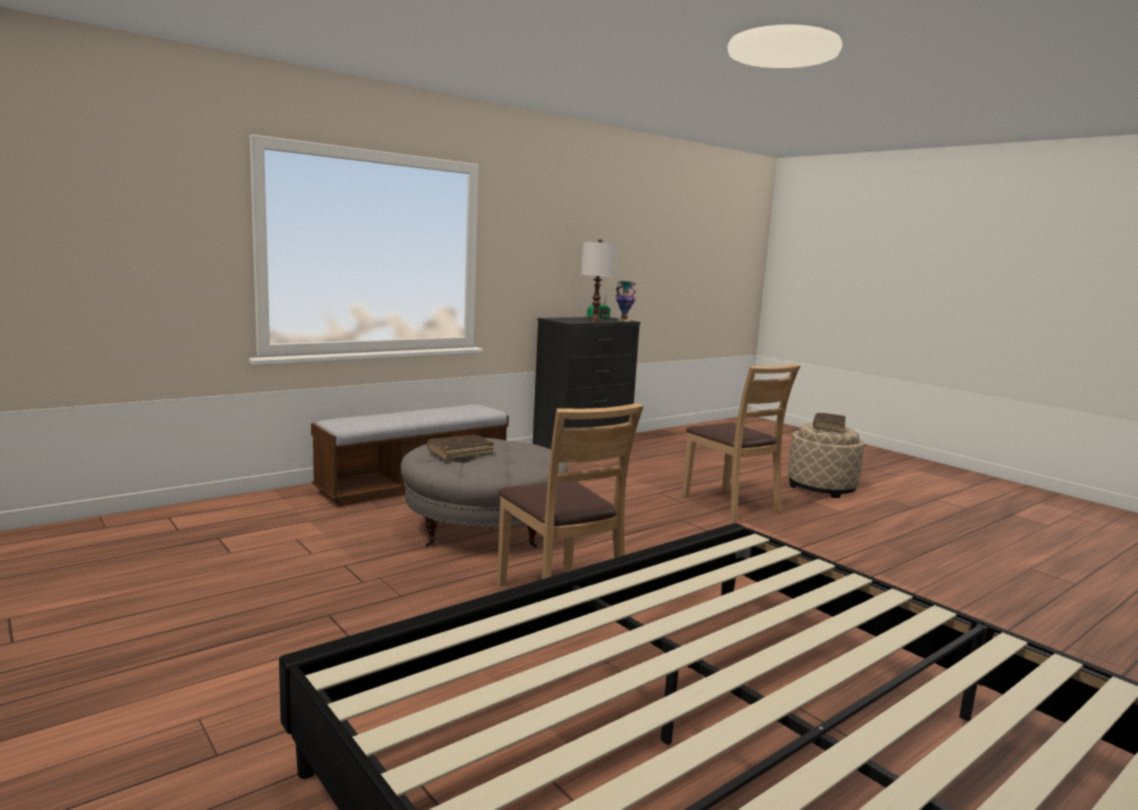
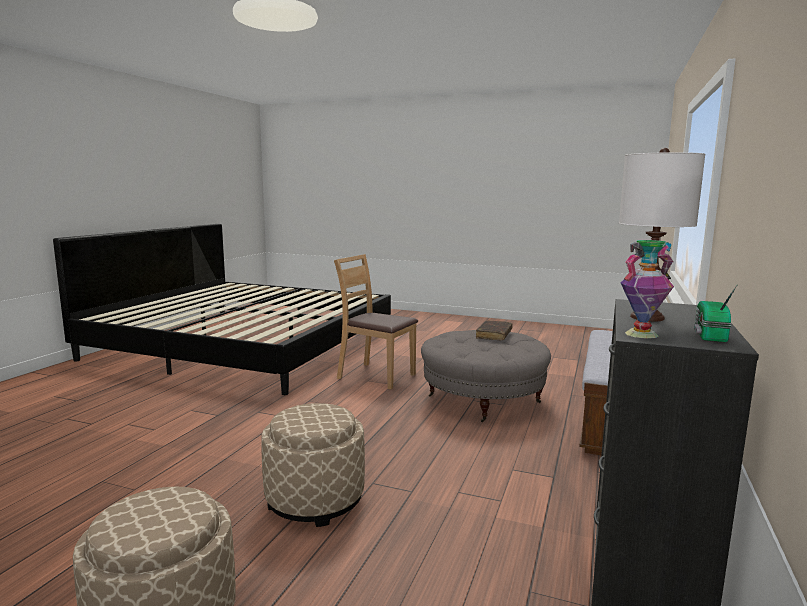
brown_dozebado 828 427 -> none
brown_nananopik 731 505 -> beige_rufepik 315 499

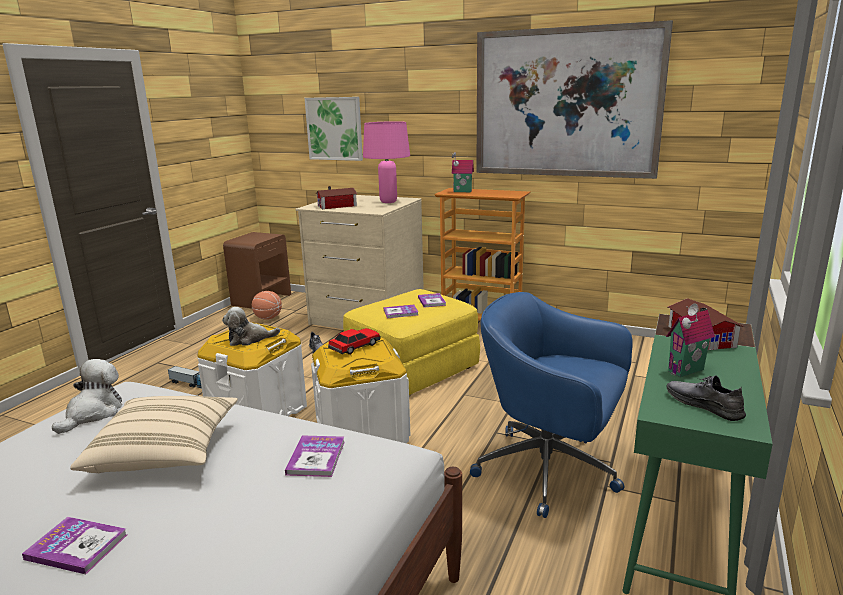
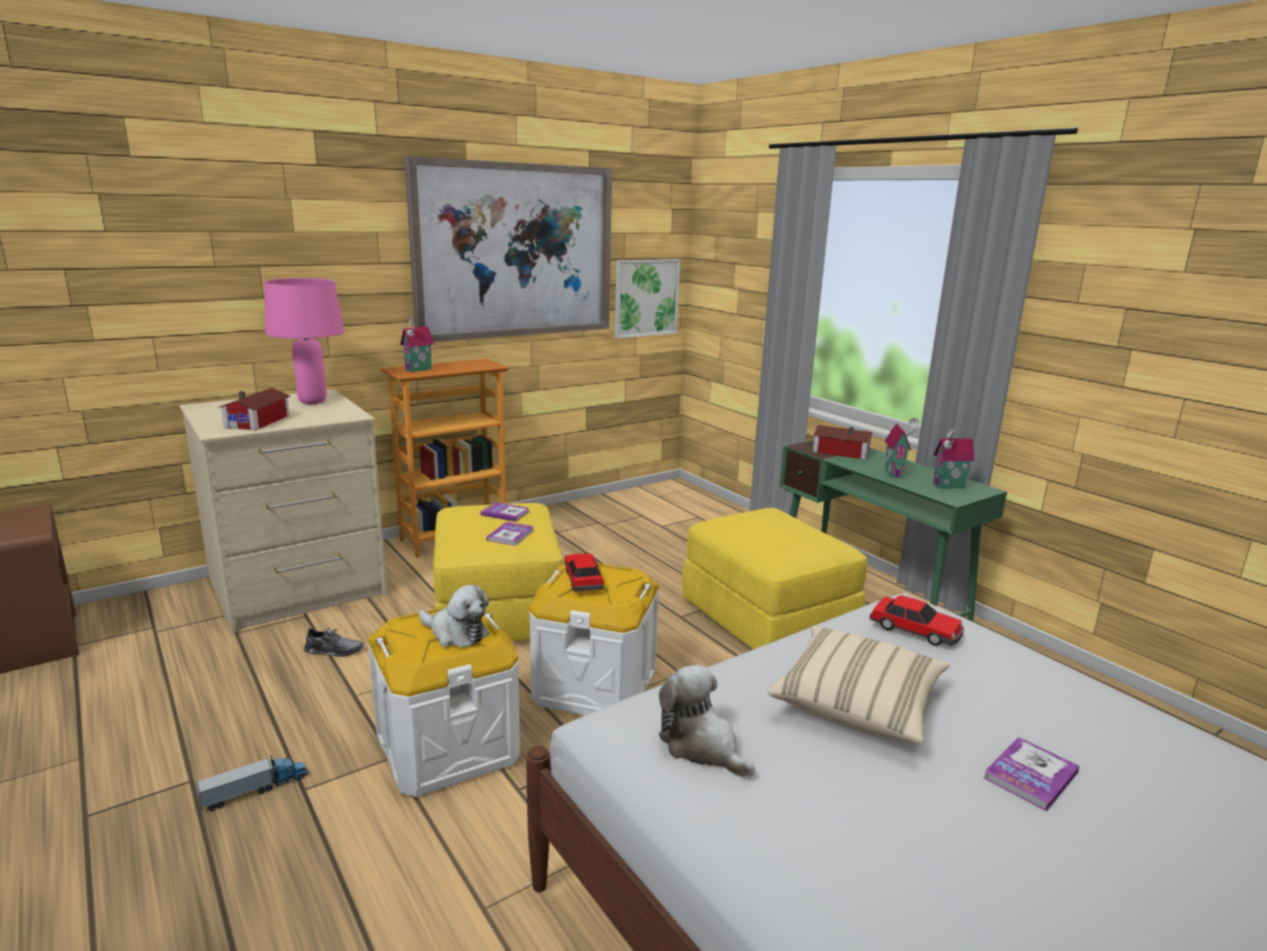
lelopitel 268 318 -> none
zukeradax 334 128 -> zukeradax 646 298, moved
dozebado 316 457 -> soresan 915 630
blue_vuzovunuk 550 471 -> yellow_rufepik 766 618
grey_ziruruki 704 405 -> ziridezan 949 487
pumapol 249 339 -> pumapol 456 633, 75 degrees counterclockwise

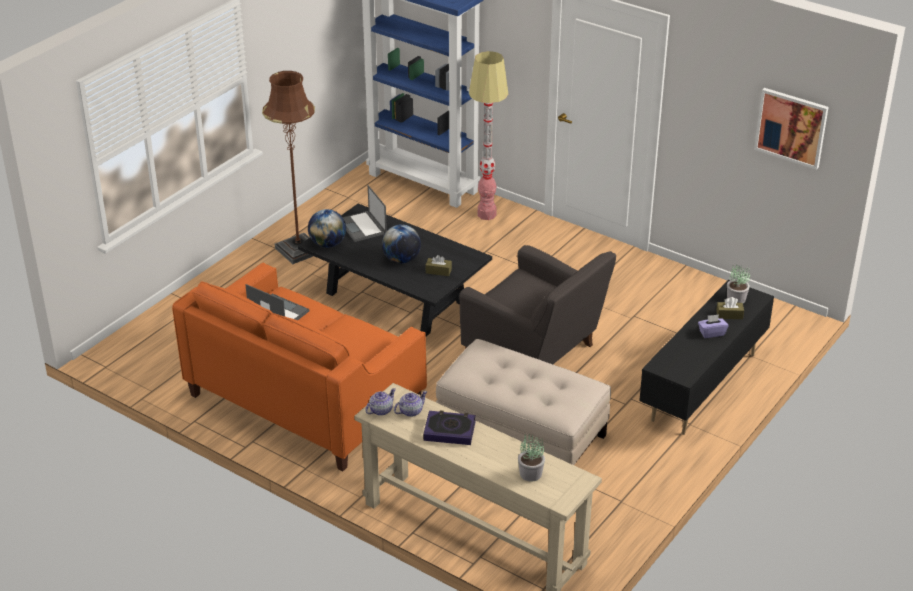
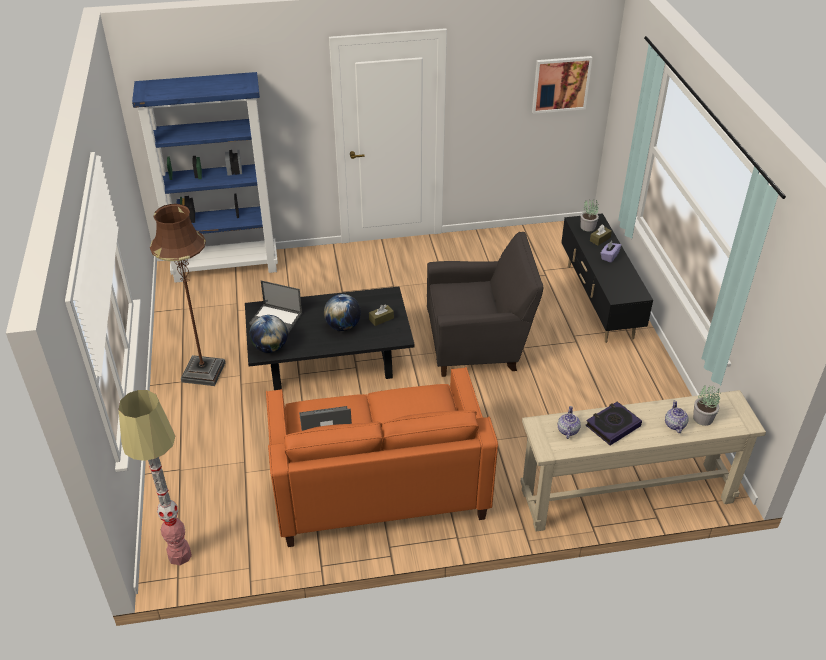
beige_rufepik 520 434 -> none
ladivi 380 410 -> ladivi 674 425, moved
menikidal 486 215 -> menikidal 180 555, moved

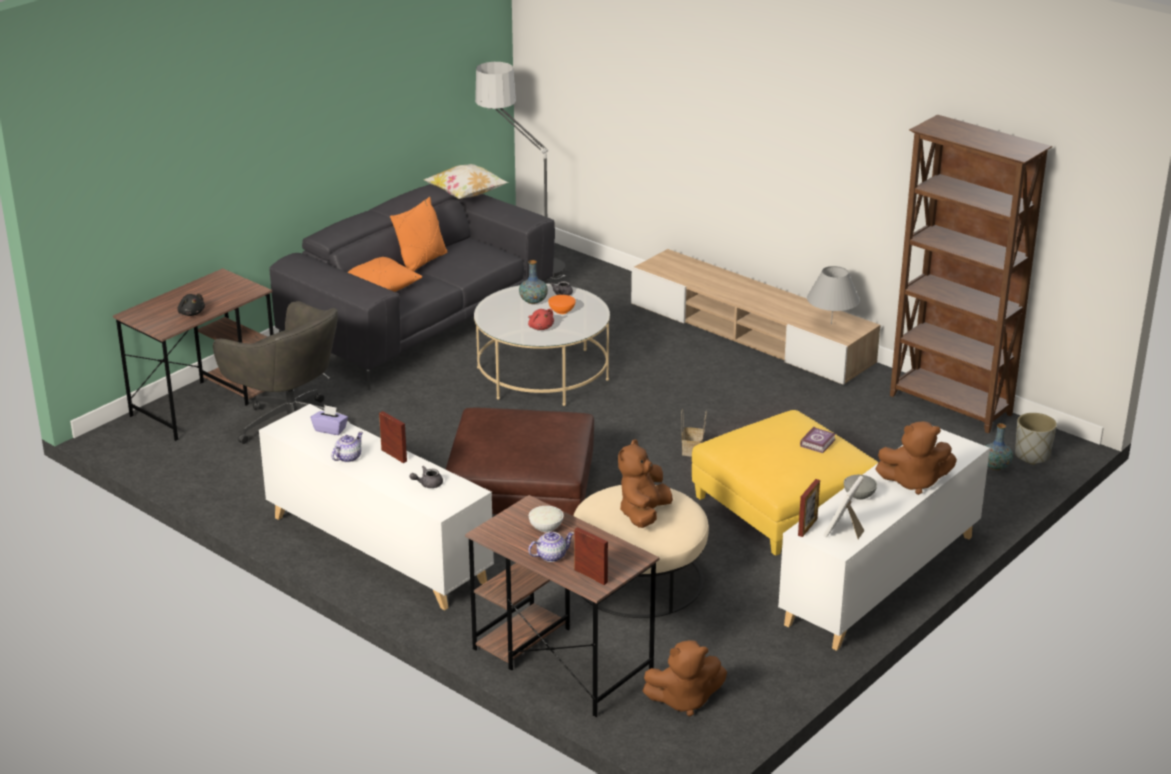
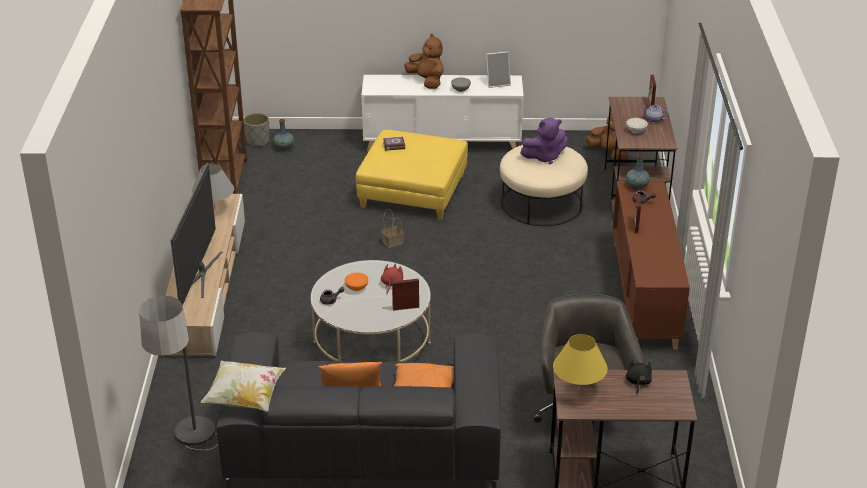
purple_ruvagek 330 429 -> none
ladivi 347 457 -> none
brown_rufepik 522 494 -> none
none -> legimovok 200 273
none -> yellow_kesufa 578 389
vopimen 533 301 -> vopimen 636 186, moved
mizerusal 807 527 -> mizerusal 405 308, moved
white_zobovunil 377 549 -> brown_zobovunil 644 294
brown_pumapol 643 514 -> purple_pumapol 544 157

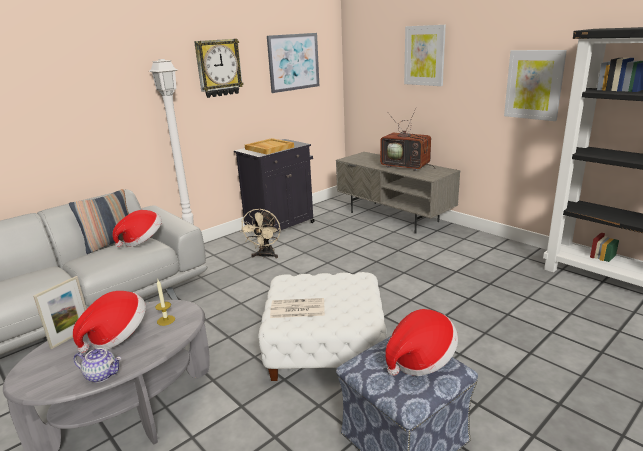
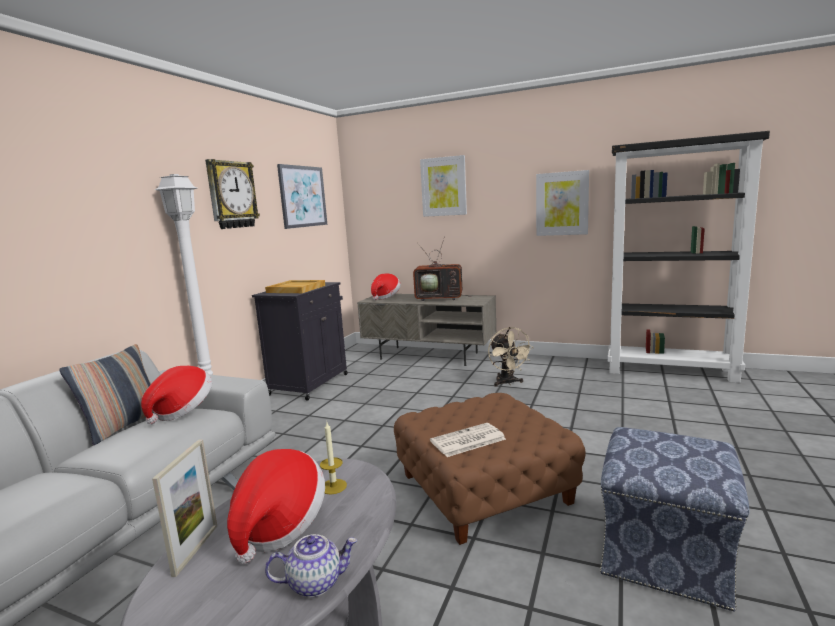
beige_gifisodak 265 256 -> beige_gifisodak 507 383, moved
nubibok 420 360 -> nubibok 385 297, moved
white_rufepik 324 347 -> brown_rufepik 484 489

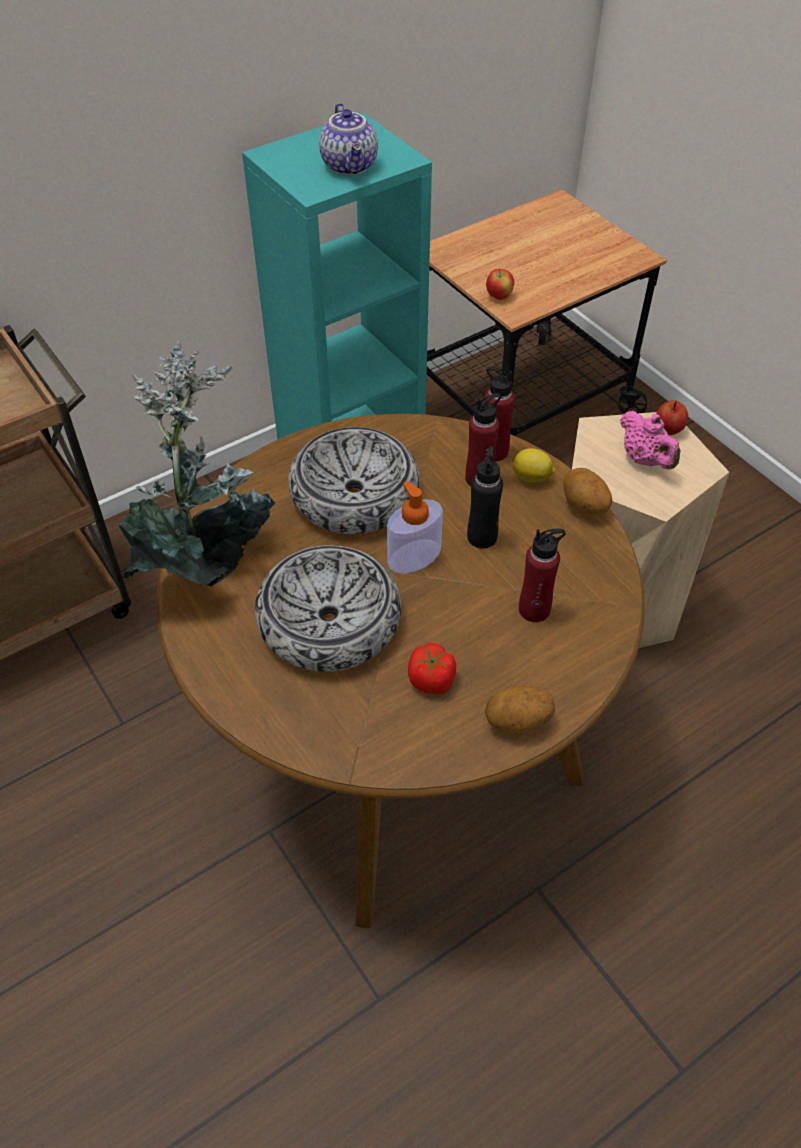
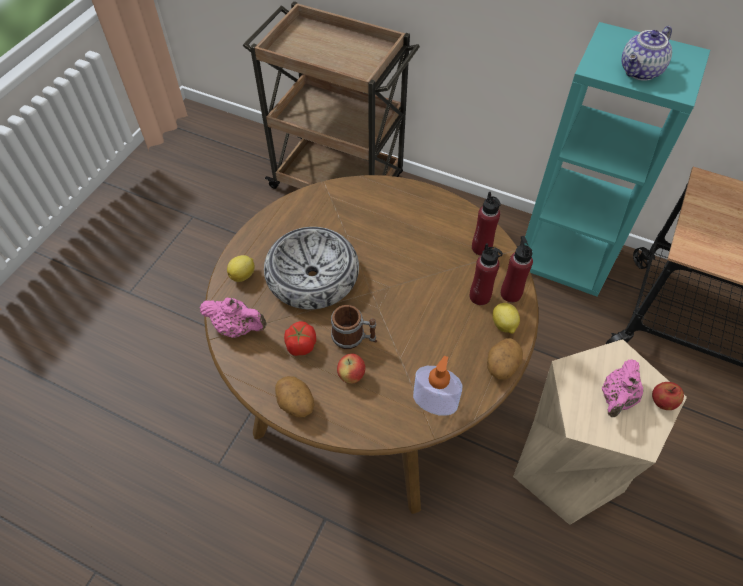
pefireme 207 562 -> none
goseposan 355 494 -> none
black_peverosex 482 537 -> none
none -> pink_ladivi 237 328
none -> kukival 243 275
none -> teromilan 354 338
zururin 414 556 -> zururin 435 401, moved
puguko 499 297 -> puguko 351 376, moved
red_peverosex 534 609 -> red_peverosex 481 248, moved

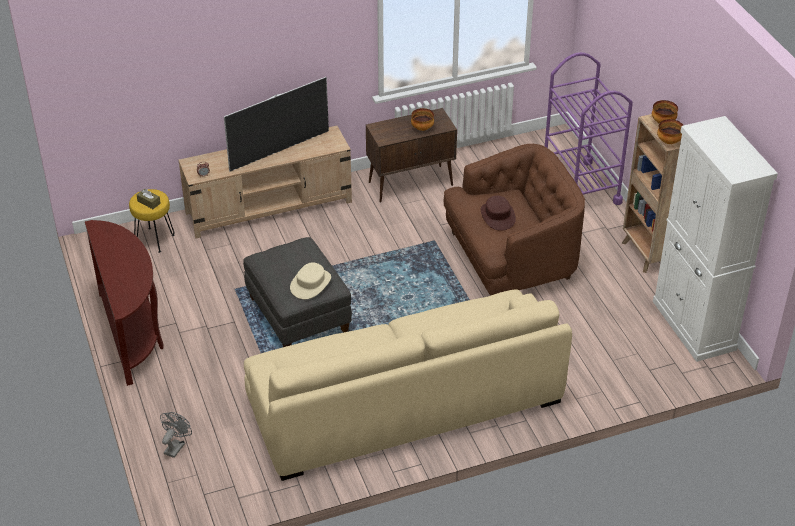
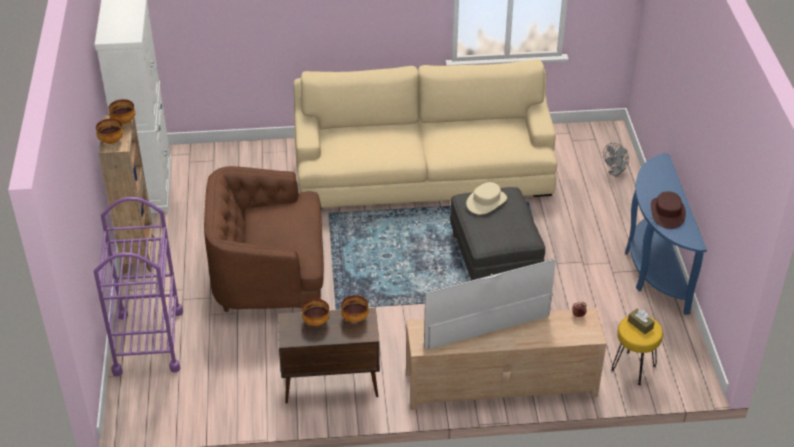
none -> goseposan 354 318
brown_nubibok 497 216 -> brown_nubibok 667 213, moved
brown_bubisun 132 334 -> blue_bubisun 654 269

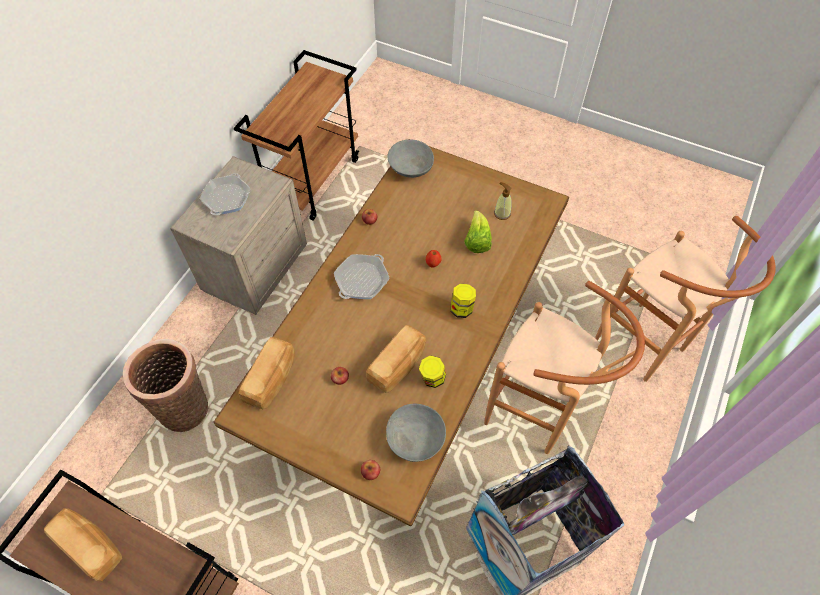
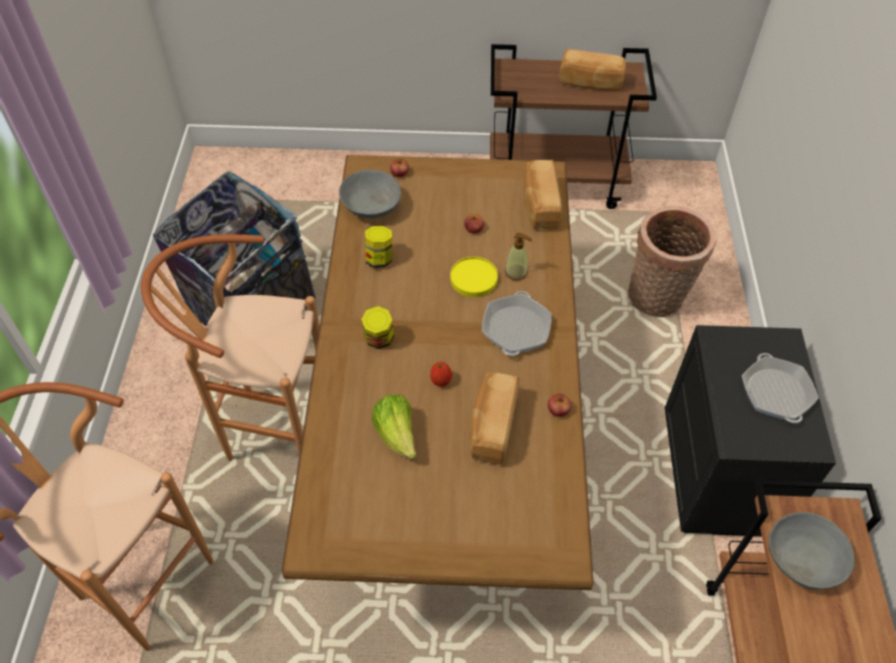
none -> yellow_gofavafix 473 279
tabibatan 398 366 -> tabibatan 491 426, moved
grey_goseposan 410 168 -> grey_goseposan 803 560, moved
zururin 502 213 -> zururin 516 272, moved
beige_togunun 254 269 -> black_togunun 720 473

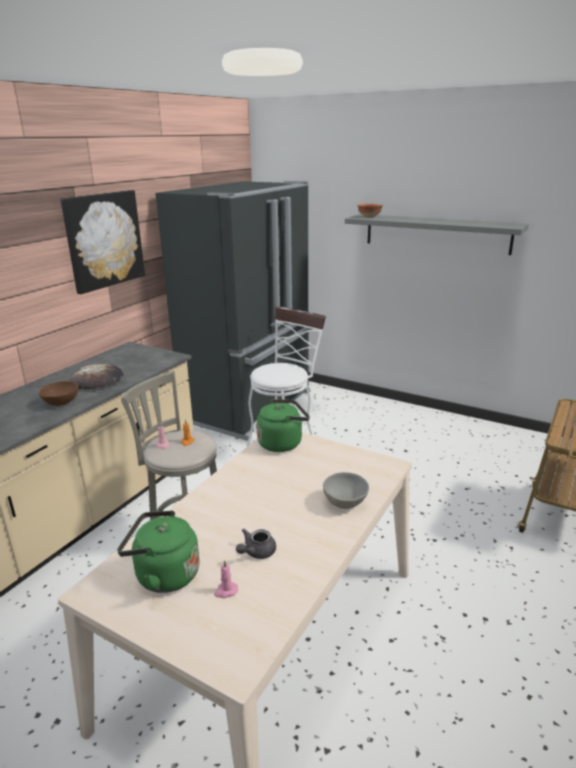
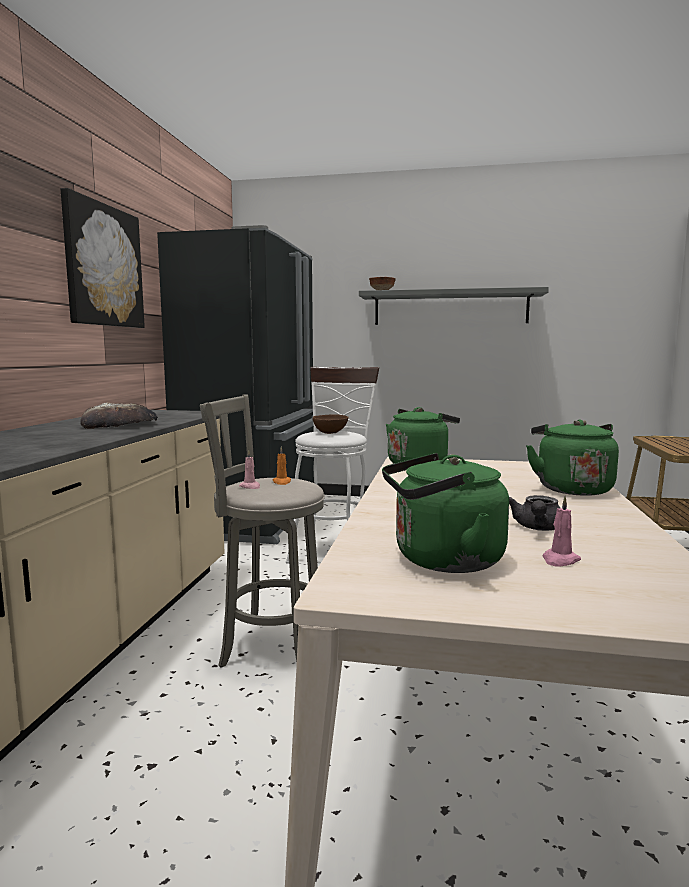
brown_goseposan 62 403 -> brown_goseposan 331 433, moved
grey_goseposan 346 503 -> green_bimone 571 488

